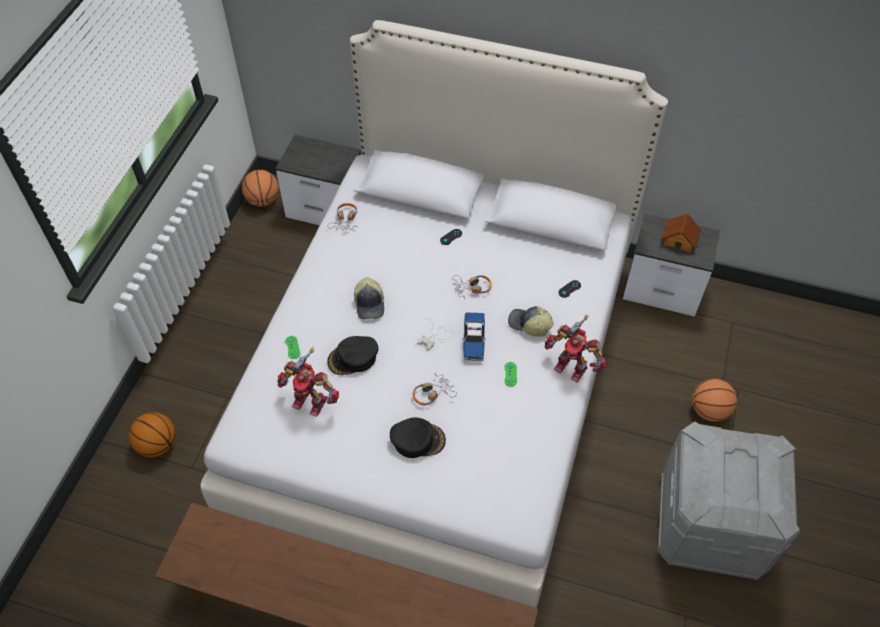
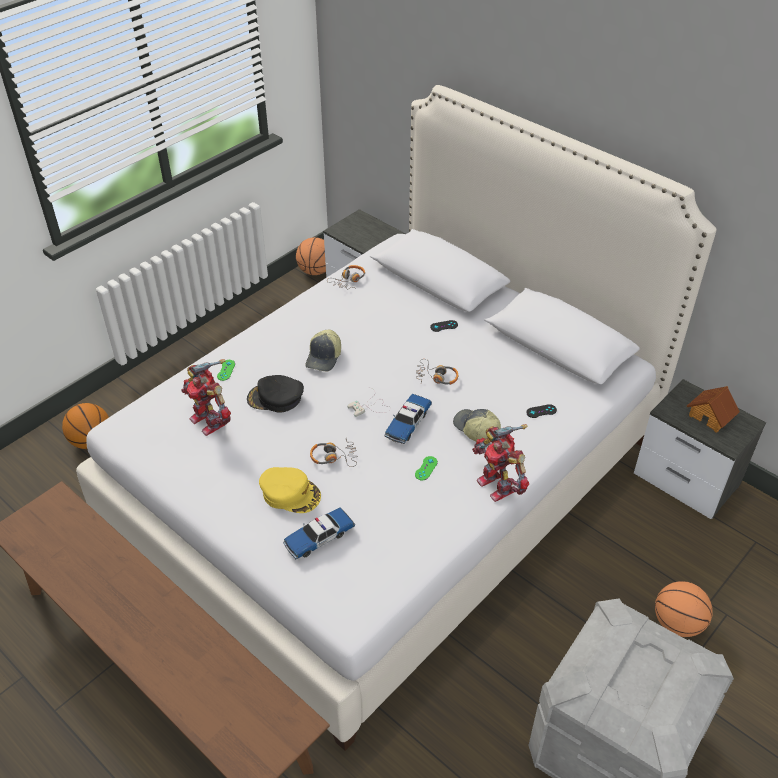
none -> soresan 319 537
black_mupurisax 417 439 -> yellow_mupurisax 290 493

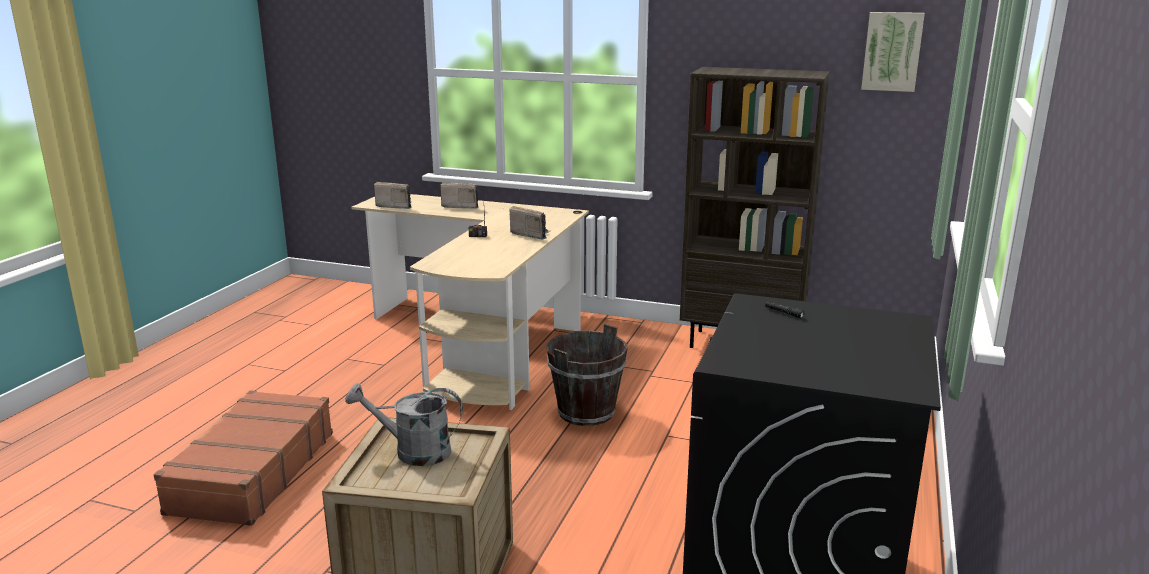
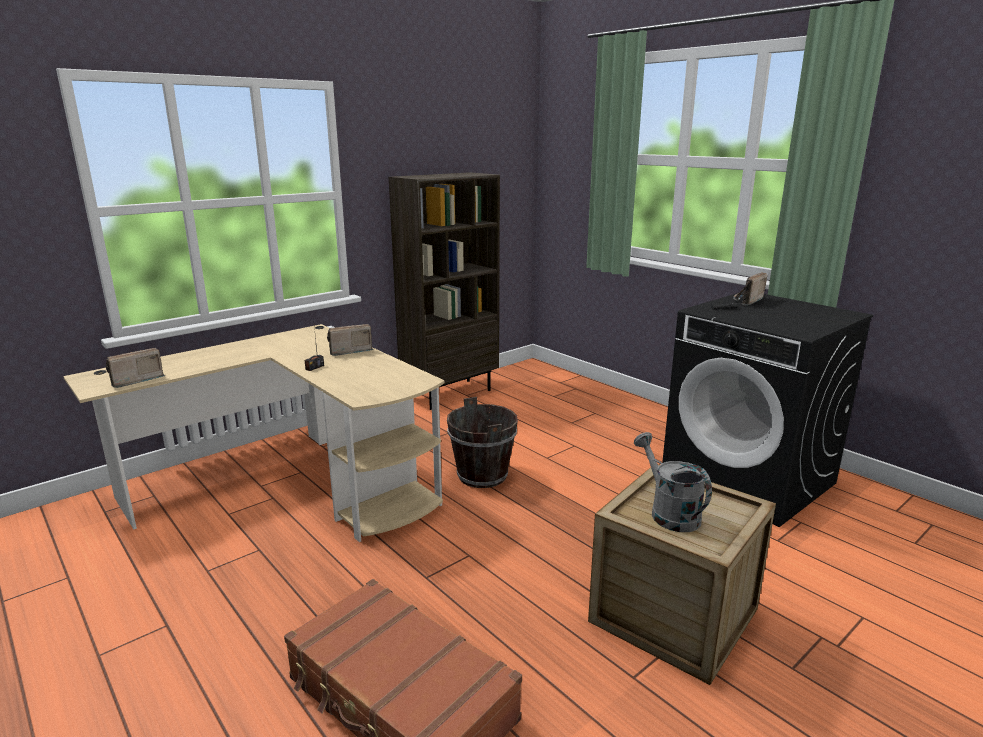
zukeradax 892 51 -> none
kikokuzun 460 206 -> kikokuzun 746 301, moved
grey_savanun 412 452 -> grey_savanun 669 512, 120 degrees clockwise

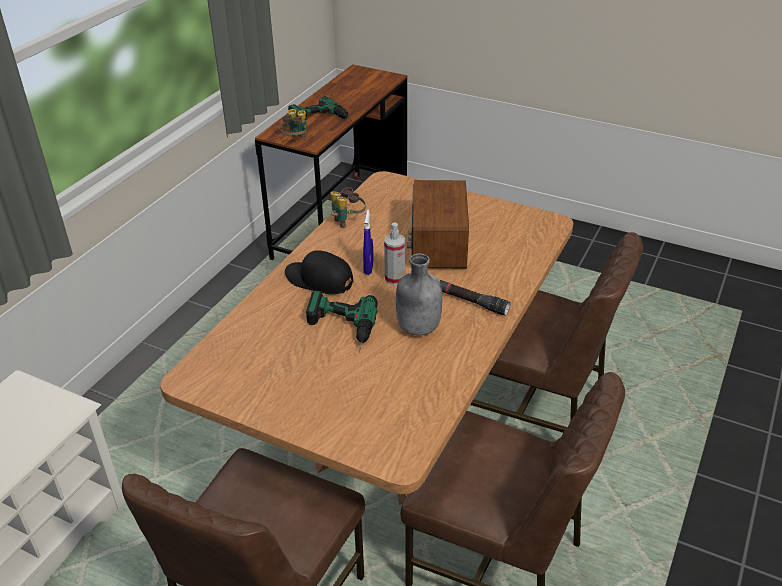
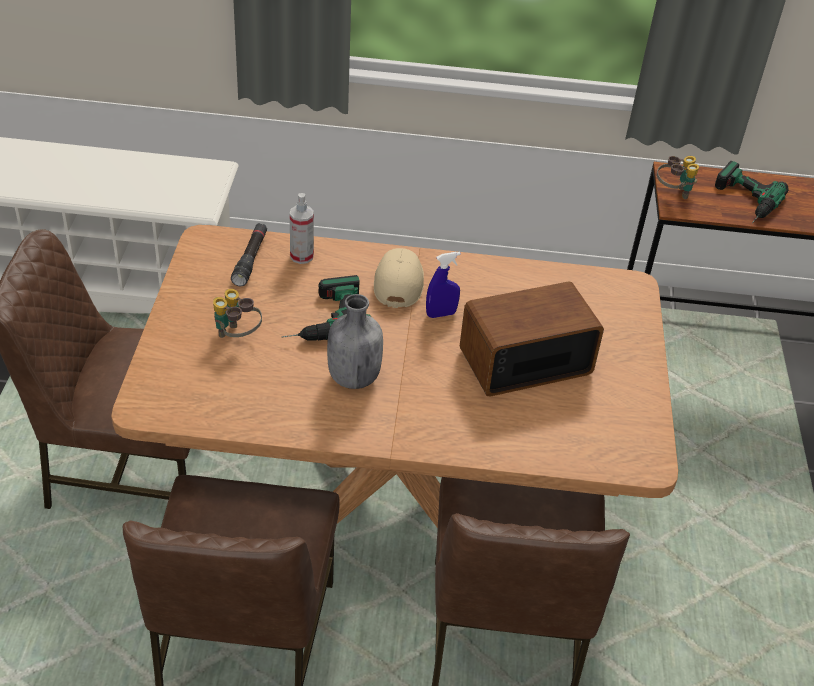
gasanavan 347 221 -> gasanavan 237 336, moved
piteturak 395 279 -> piteturak 301 256, moved
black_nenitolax 471 302 -> black_nenitolax 250 259, moved
black_mupurisax 319 280 -> beige_mupurisax 398 282

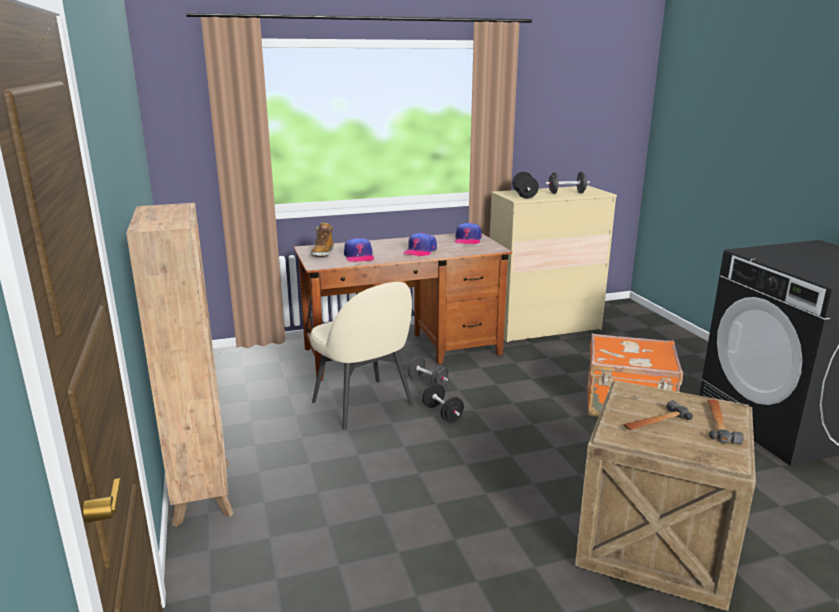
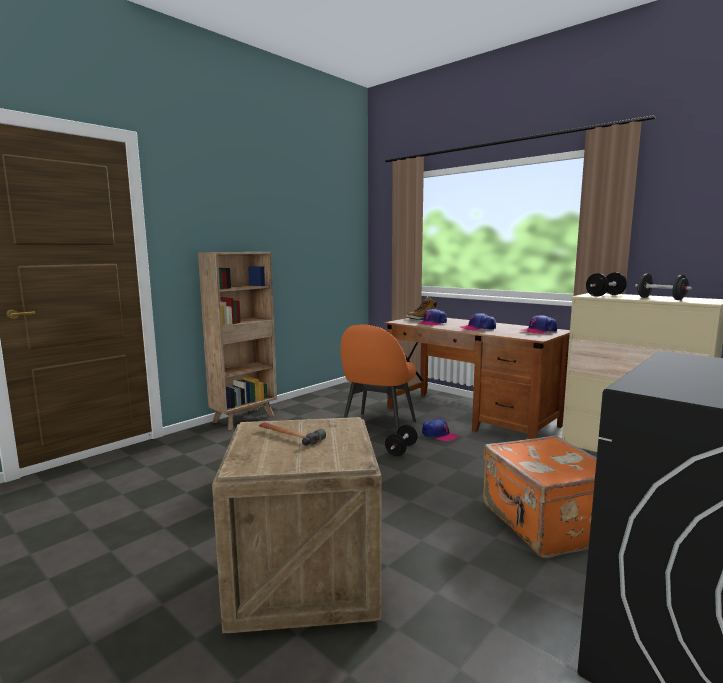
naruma 719 424 -> none
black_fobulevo 427 382 -> mupurisax 439 435
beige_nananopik 363 404 -> orange_nananopik 378 426

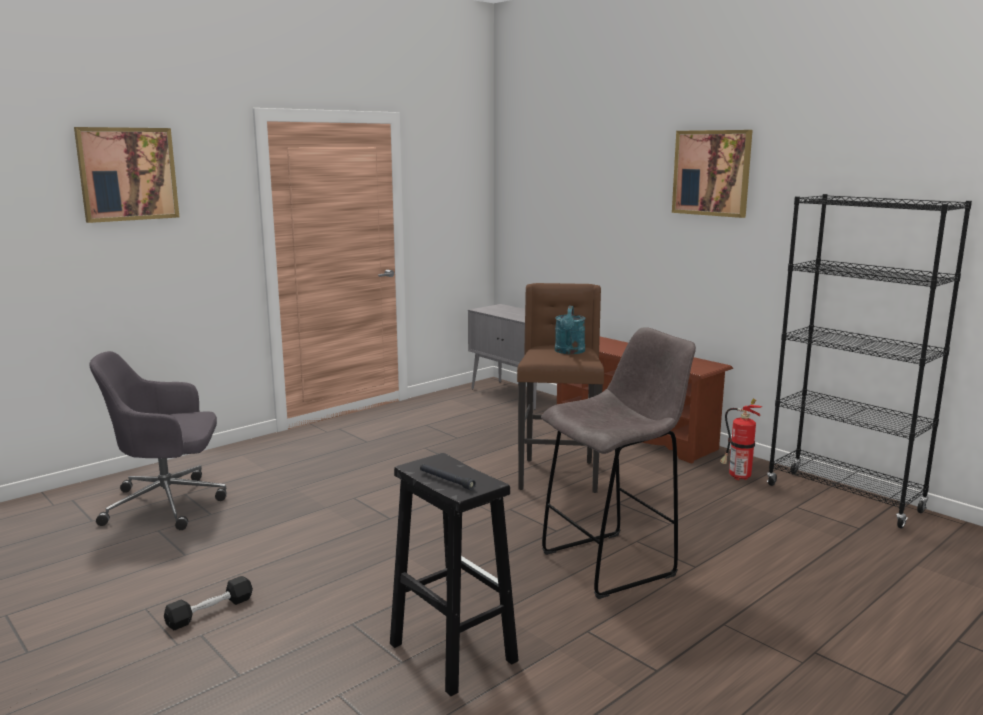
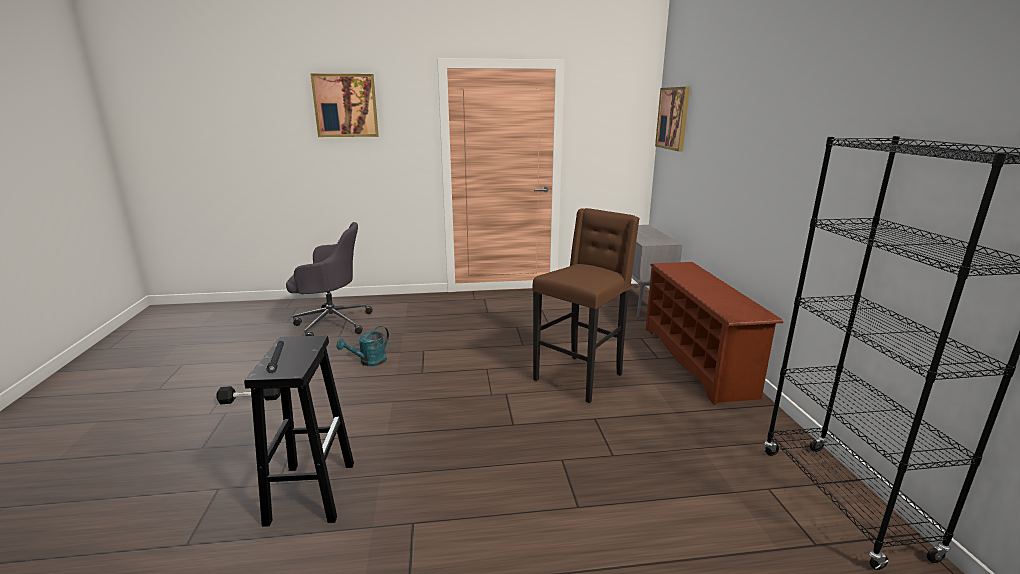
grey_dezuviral 612 563 -> none
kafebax 737 477 -> none
turquoise_savanun 569 352 -> turquoise_savanun 369 362, moved
zukeradax 711 173 -> zukeradax 673 118, moved
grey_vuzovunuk 169 504 -> grey_vuzovunuk 331 323, 150 degrees clockwise

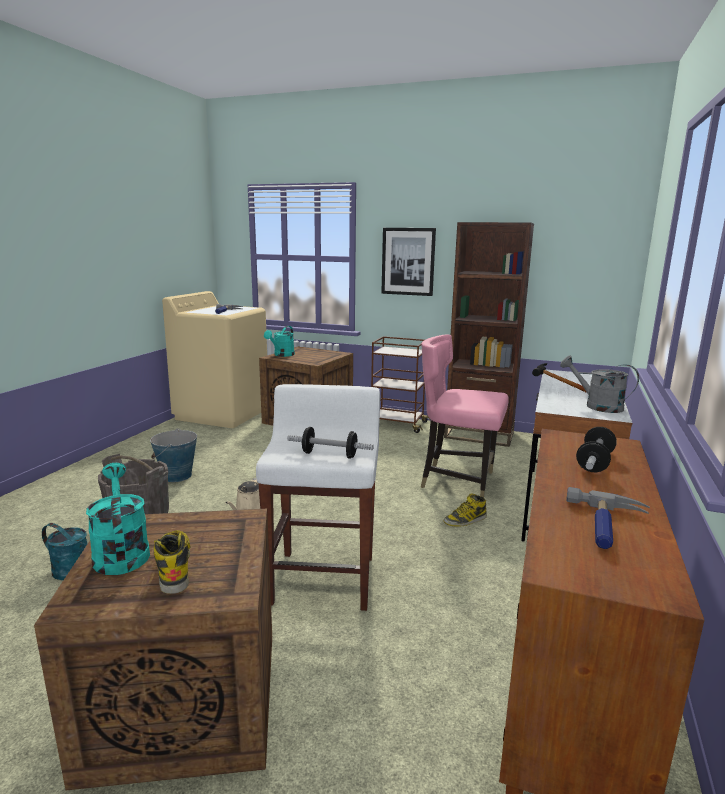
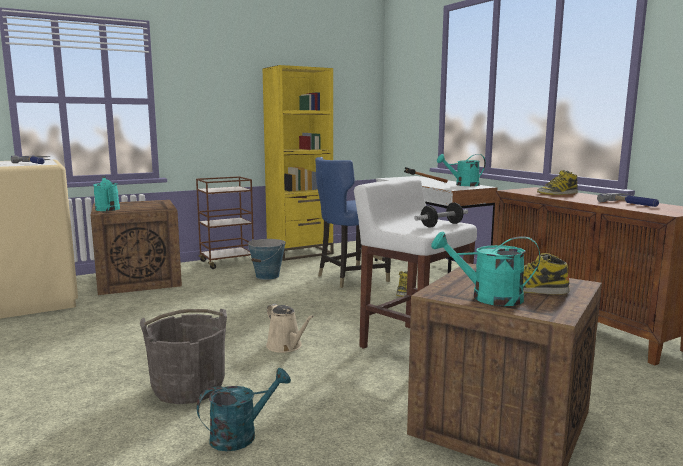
zukeradax 408 261 -> none
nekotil 177 476 -> nekotil 267 276, moved
fobulevo 594 462 -> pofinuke 557 193
pink_nananopik 458 481 -> blue_nananopik 352 278
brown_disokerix 479 435 -> yellow_disokerix 300 253
grey_savanun 597 406 -> turquoise_savanun 463 185

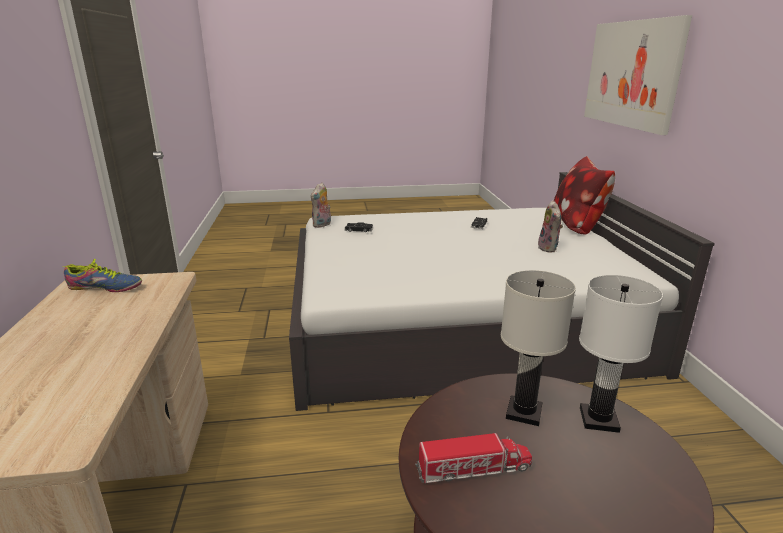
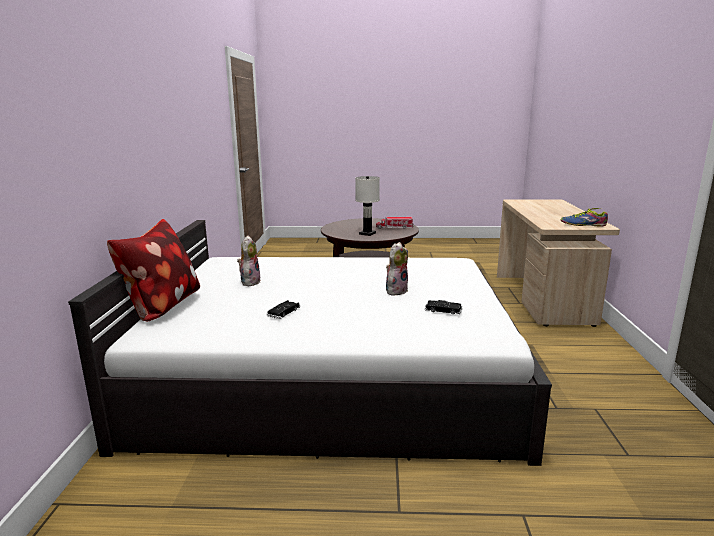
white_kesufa 598 419 -> none
zukeradax 631 74 -> none
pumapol 322 225 -> pumapol 396 291, moved

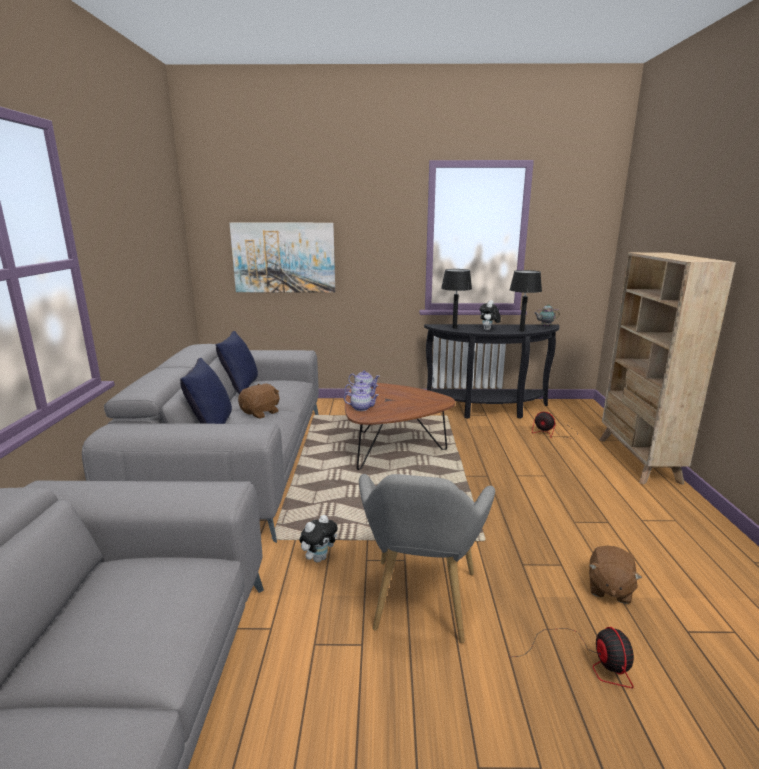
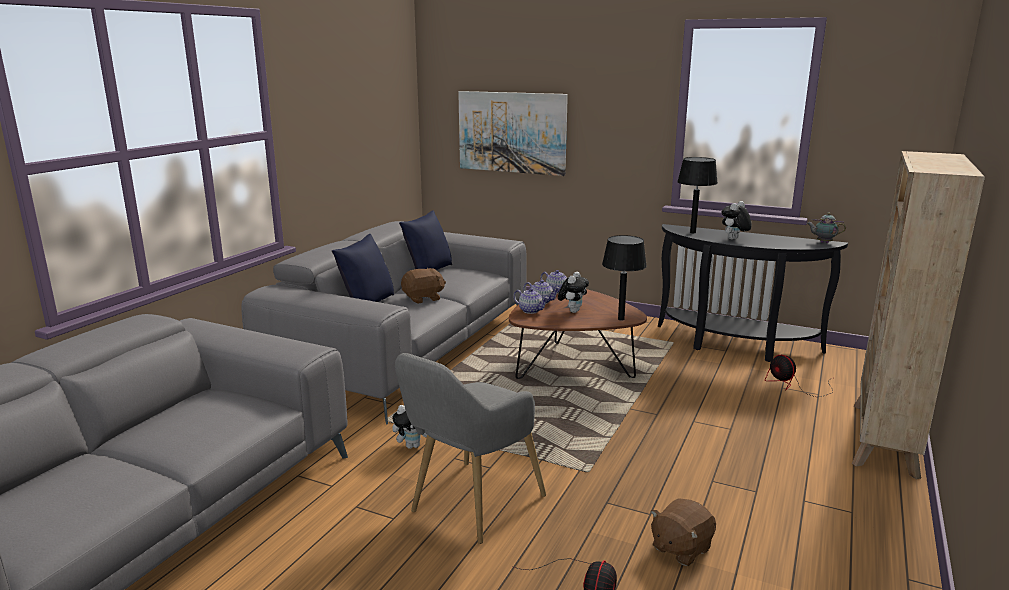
none -> pumapol 572 311
black_kesufa 521 331 -> black_kesufa 620 319, moved

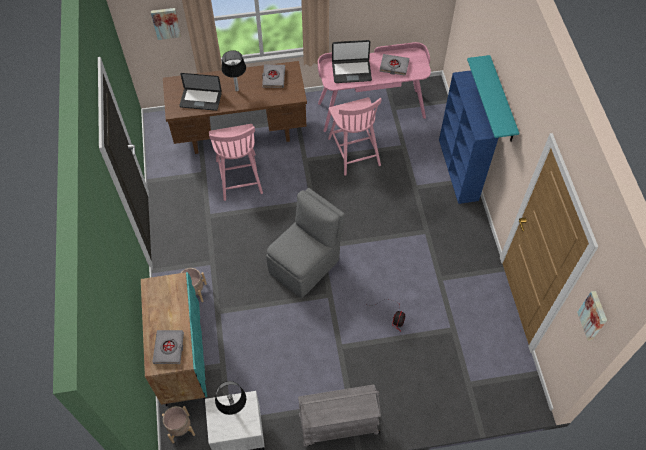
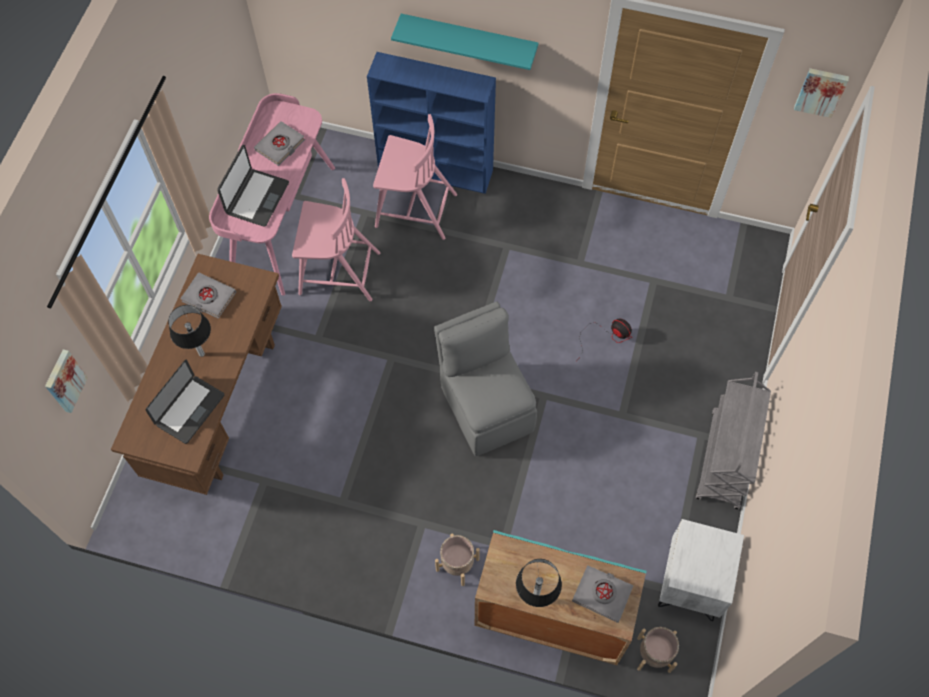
pink_nananopik 239 176 -> pink_nananopik 414 210, moved
kesufa 234 412 -> kesufa 535 599, moved

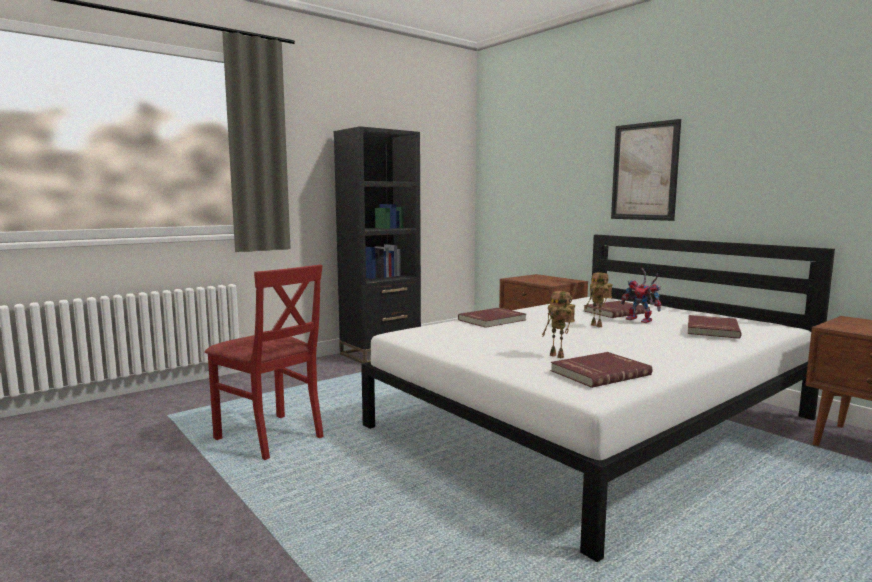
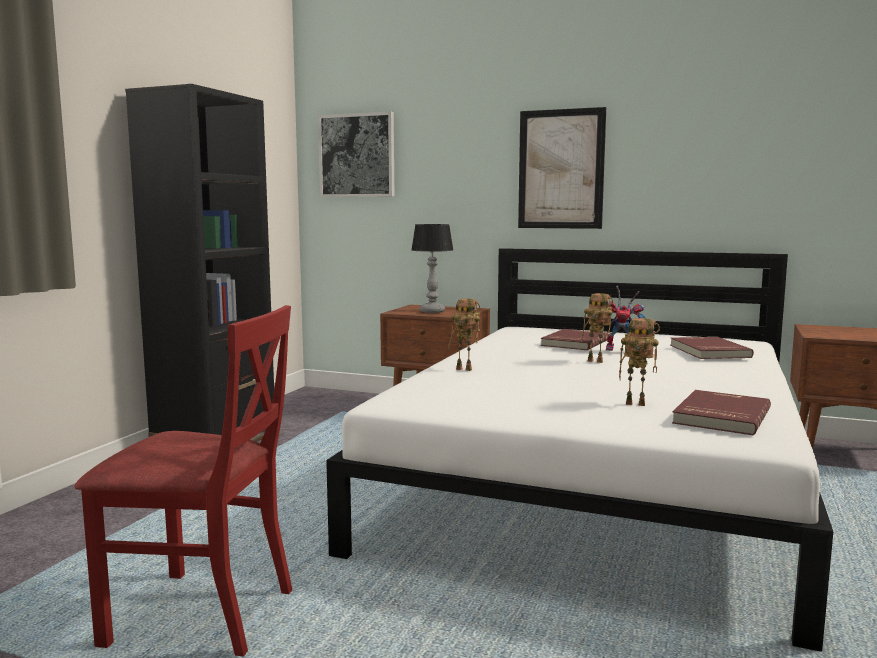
none -> zukeradax 357 155
none -> kesufa 431 311
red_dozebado 493 320 -> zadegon 465 369

